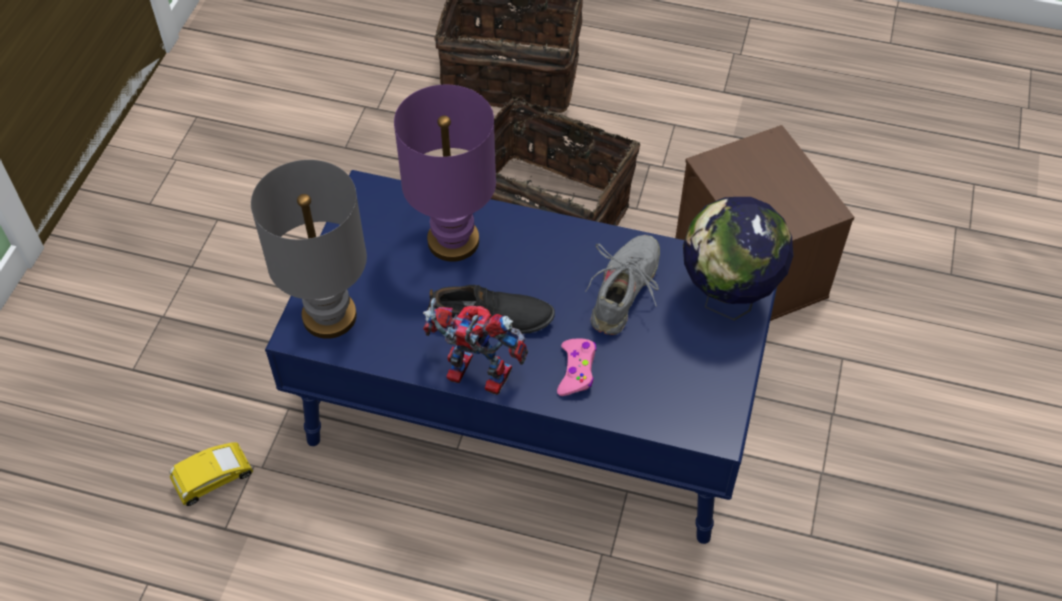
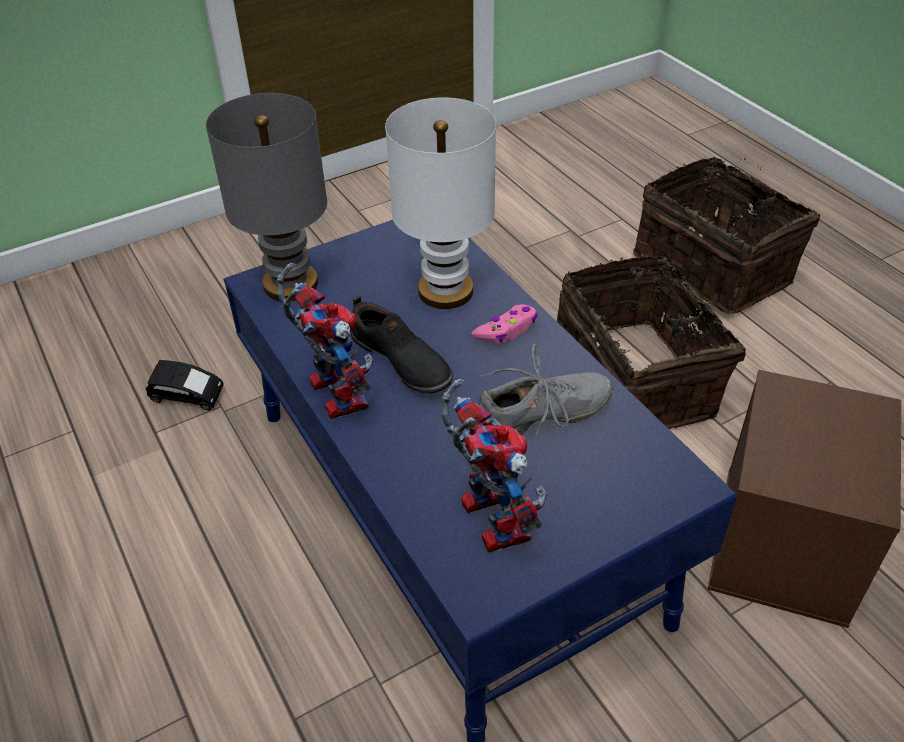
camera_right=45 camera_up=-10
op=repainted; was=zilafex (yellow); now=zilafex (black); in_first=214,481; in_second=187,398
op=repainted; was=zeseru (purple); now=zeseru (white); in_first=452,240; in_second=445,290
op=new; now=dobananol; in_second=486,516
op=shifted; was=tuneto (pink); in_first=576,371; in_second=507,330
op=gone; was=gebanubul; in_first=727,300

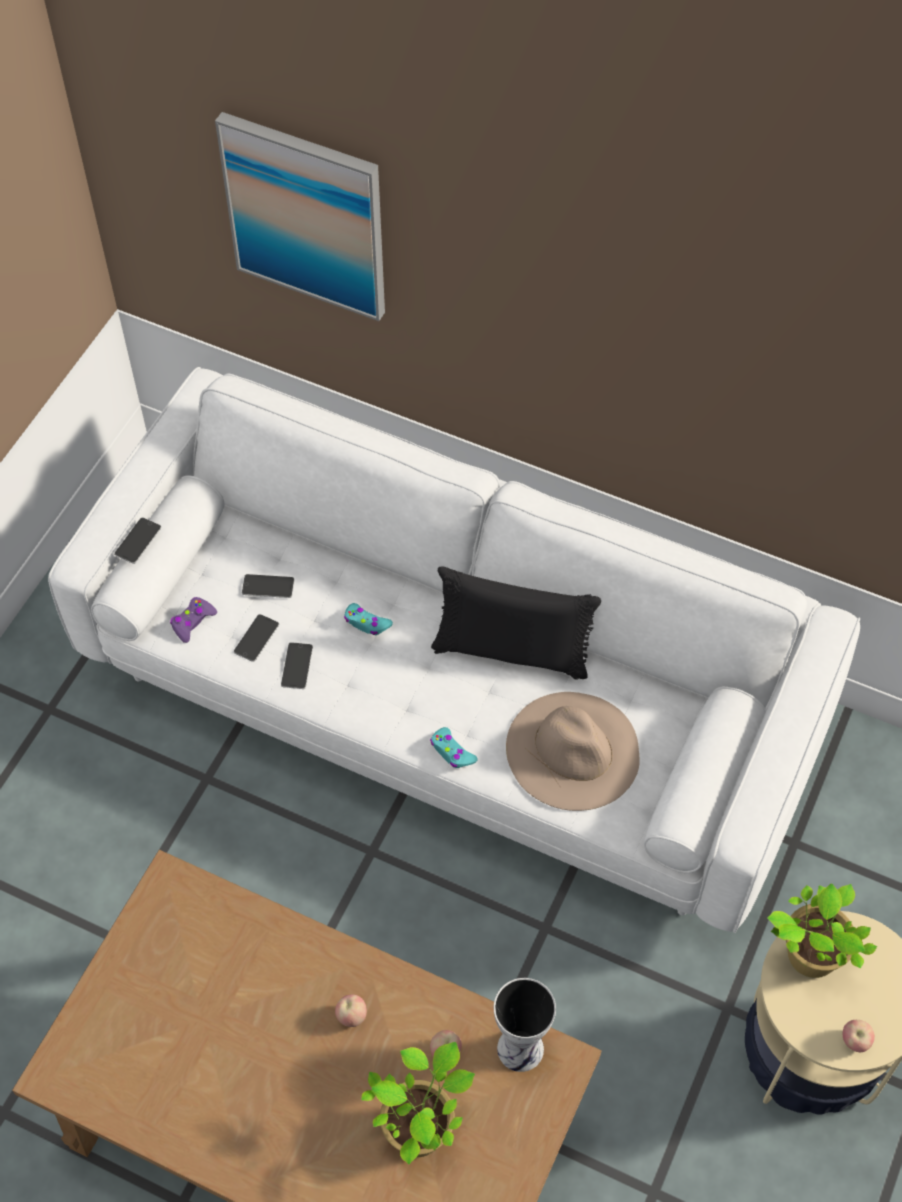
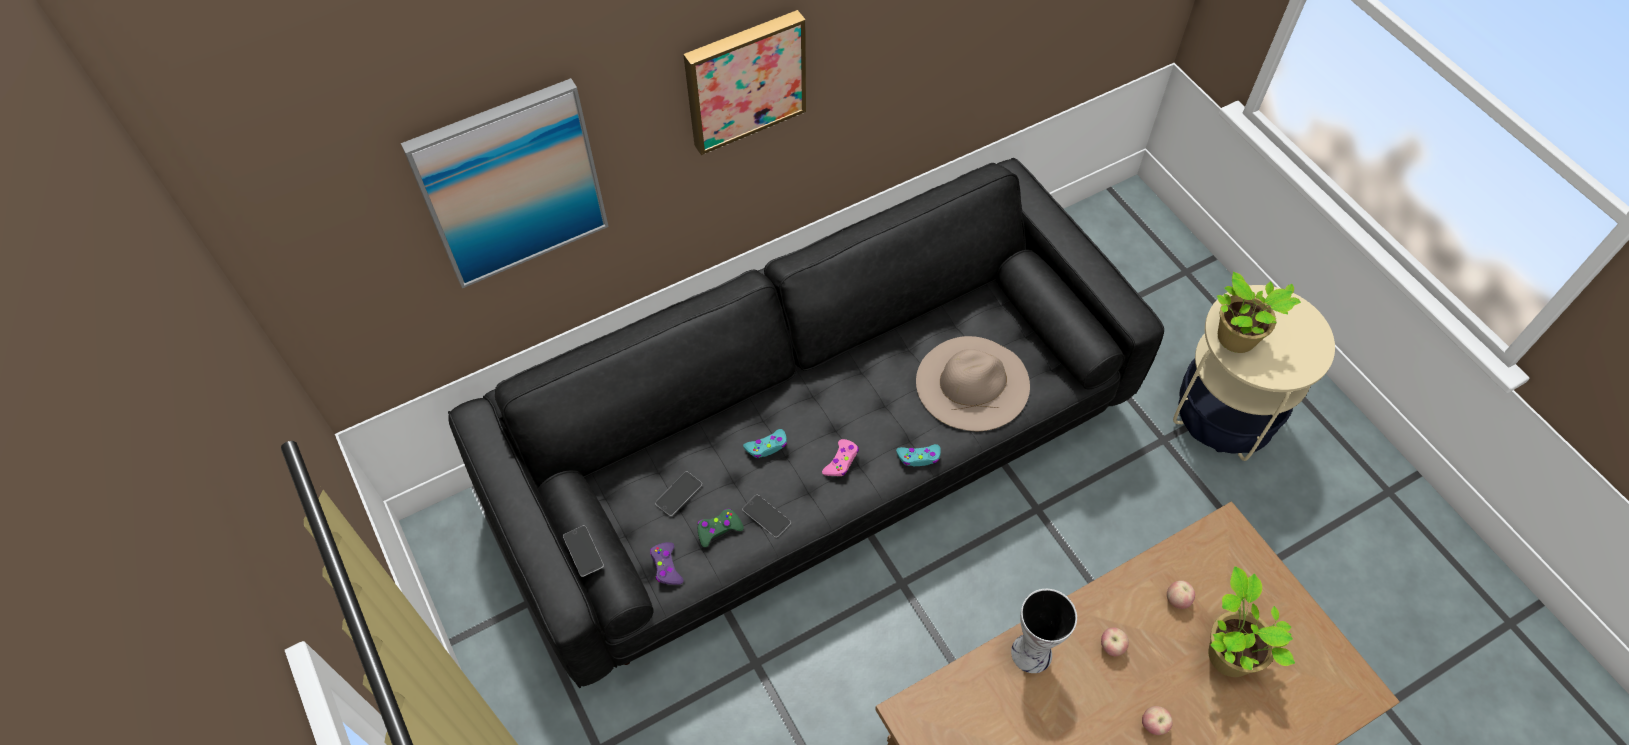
camera_right=-55 camera_up=0
op=repainted; was=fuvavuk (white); now=fuvavuk (black); in_first=452,696; in_second=814,454
op=new; now=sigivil; in_second=744,79
op=swapped; was=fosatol; now=tuneto (green); in_first=256,638; in_second=718,529
op=new; now=tuneto (pink); in_second=841,461
op=shifted; was=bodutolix; in_first=522,1047; in_second=1031,651
op=shifted; was=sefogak; in_first=855,1041; in_second=1153,725
op=gone; was=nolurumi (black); in_first=512,650

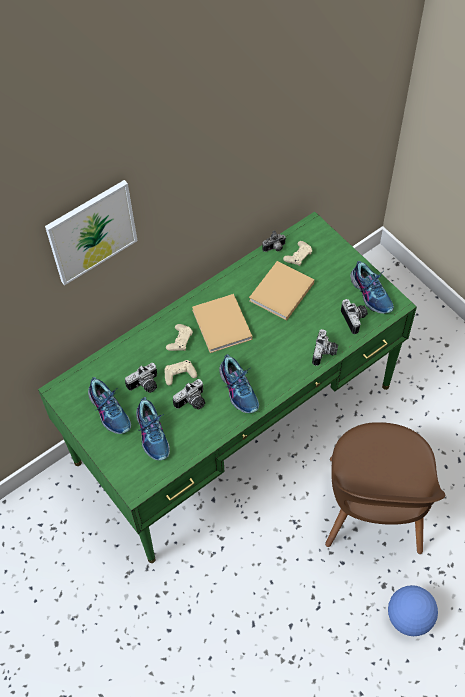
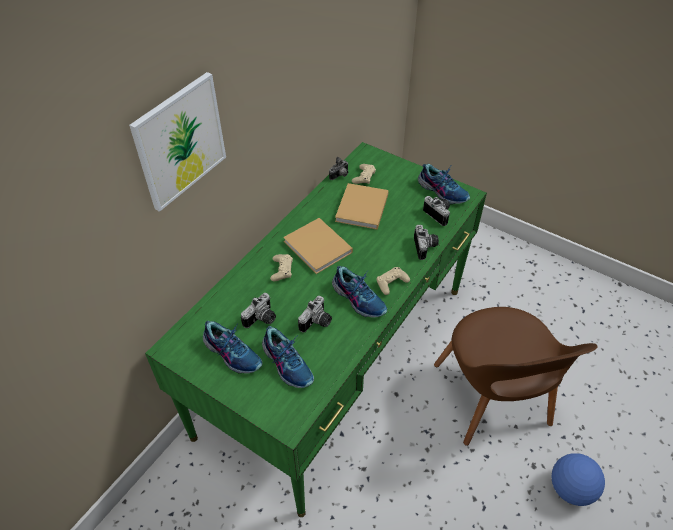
camera_right=-20 camera_up=-10
op=shifted; was=tuneto (beige); in_first=179,374; in_second=391,283

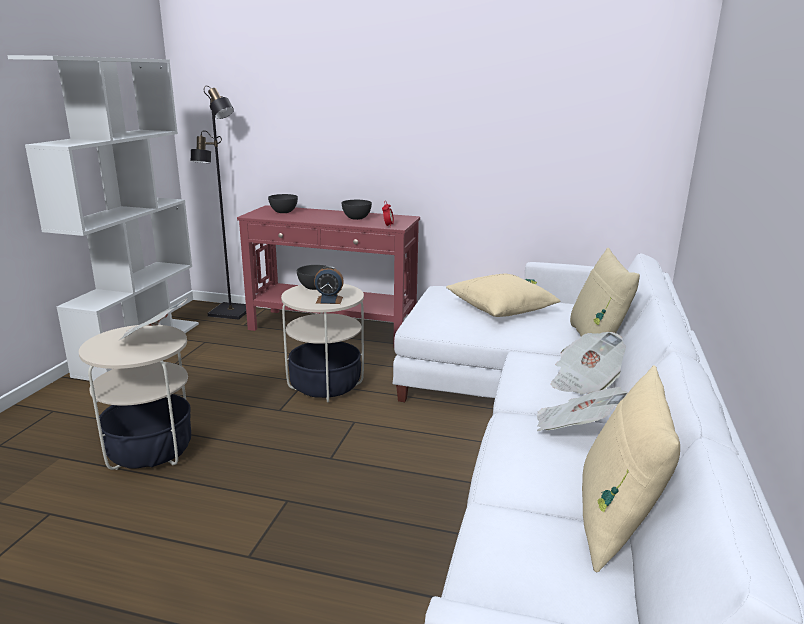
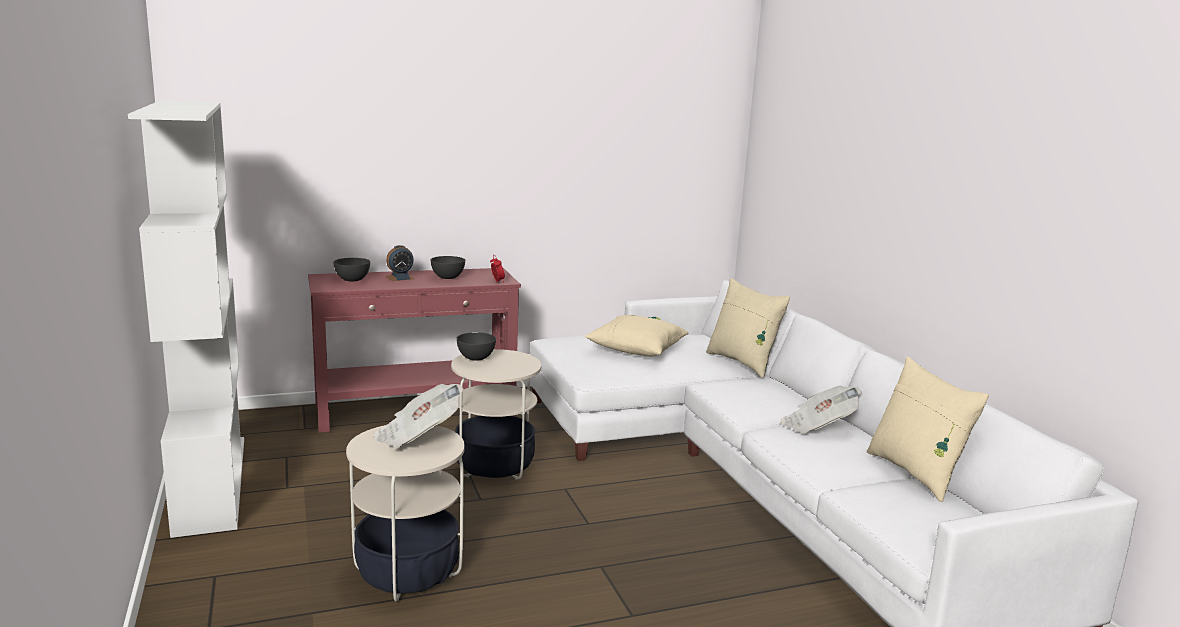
camera_right=-35 camera_up=-5
op=shifted; was=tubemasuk; in_first=329,300; in_second=400,278
op=gone; was=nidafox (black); in_first=230,312
op=gone; was=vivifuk; in_first=586,382

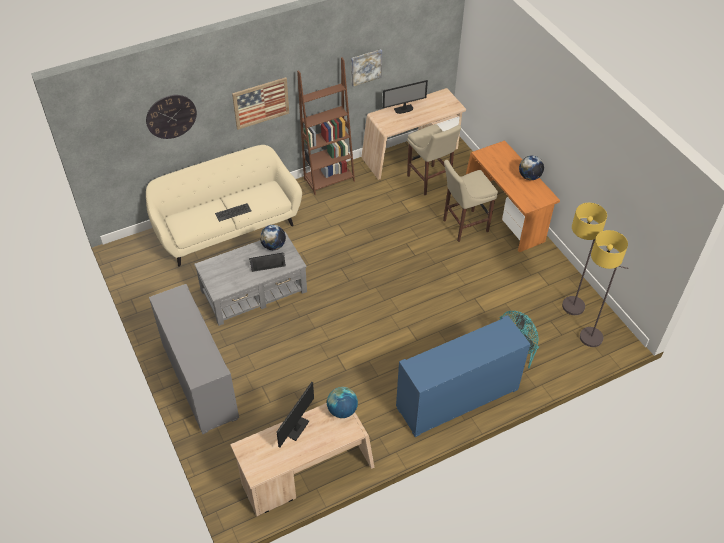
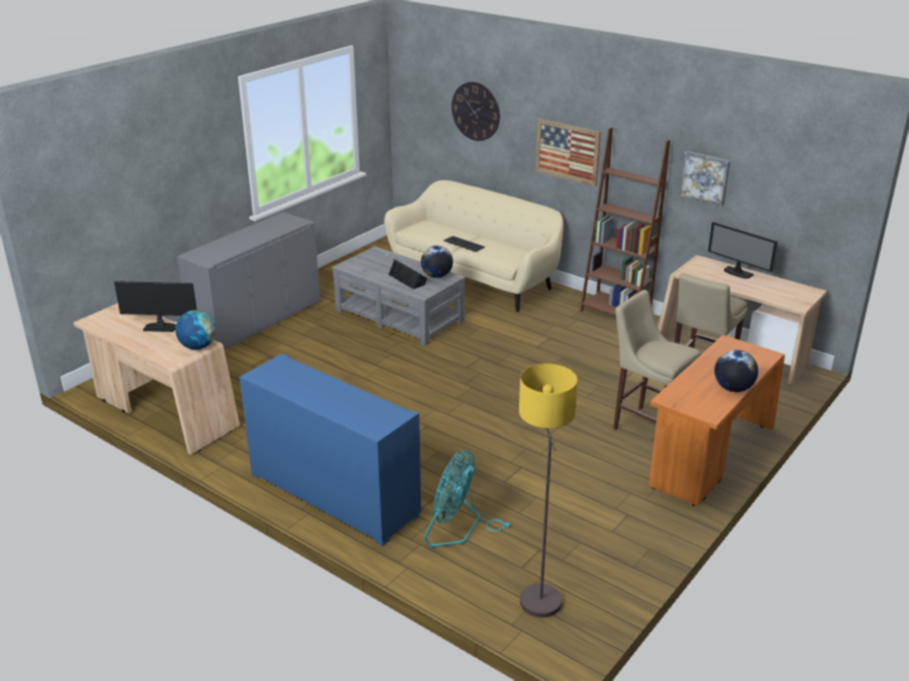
camera_right=65 camera_up=-20
op=gone; was=nidafox (yellow); in_first=566,307

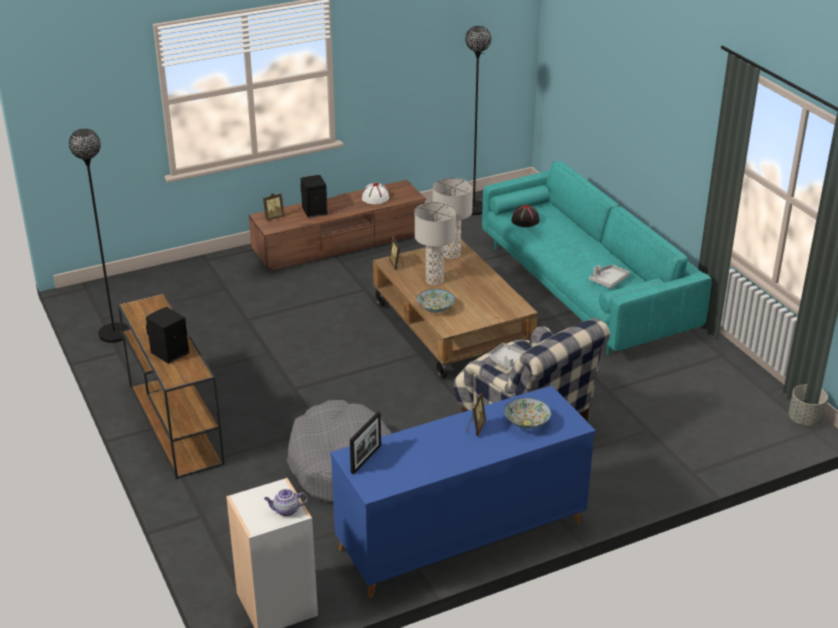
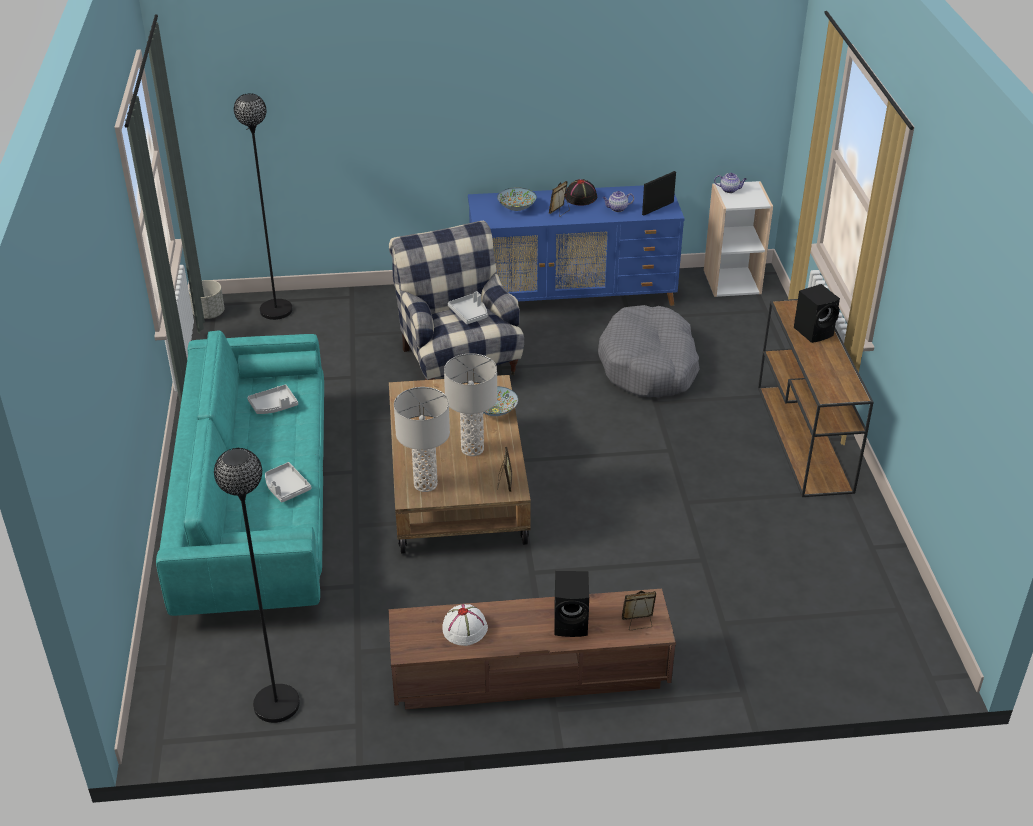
camera_right=-160 camera_up=5
op=shifted; was=nidafox (black); in_first=114,333; in_second=276,310
op=new; now=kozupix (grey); in_second=286,488
op=shifted; was=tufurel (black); in_first=525,221; in_second=581,197
op=new; now=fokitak; in_second=617,209

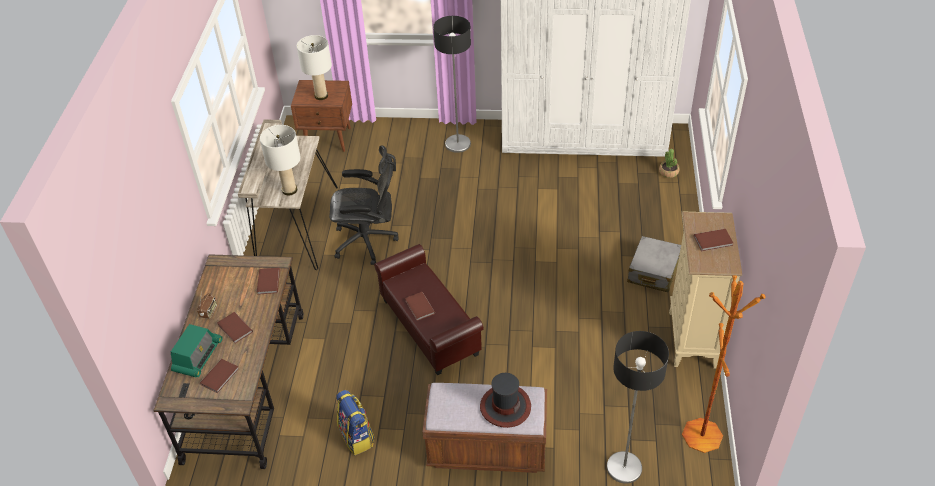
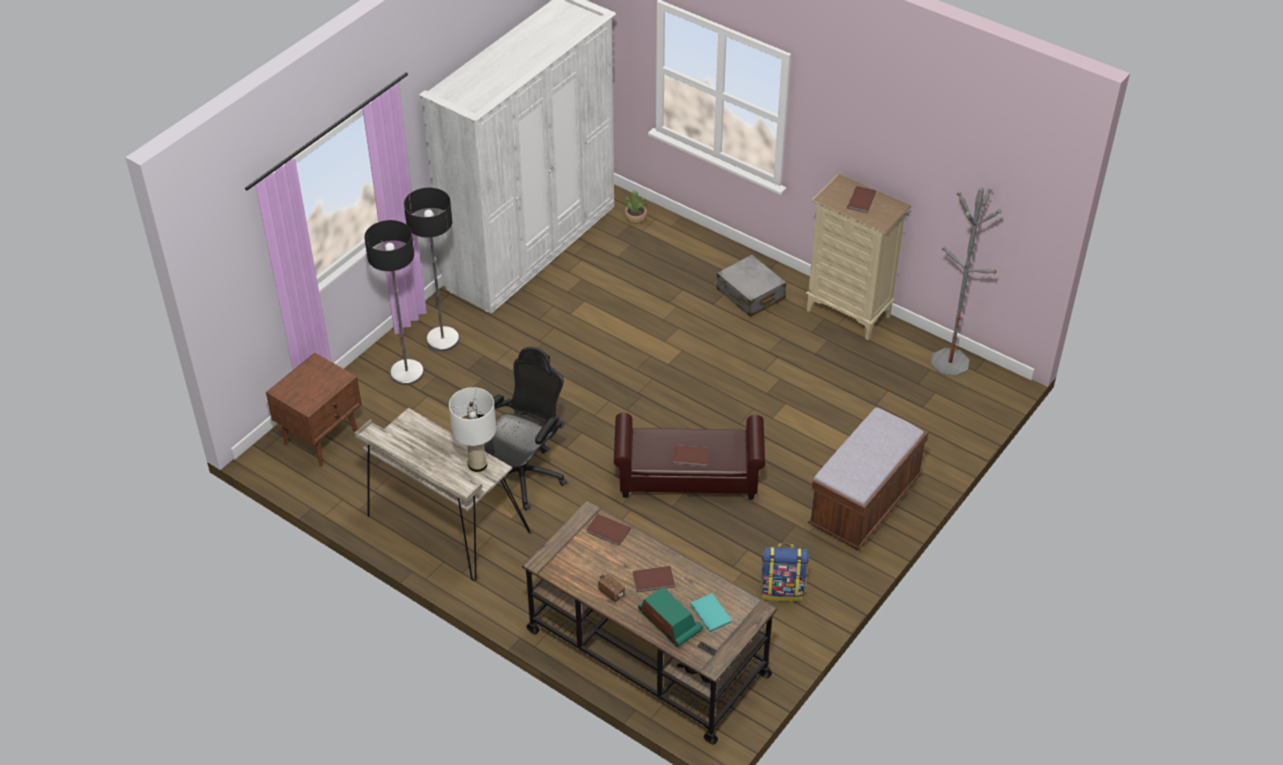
camera_right=-60 camera_up=0
op=shifted; was=nidafox; in_first=624,468; in_second=407,373
op=repainted; was=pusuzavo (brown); now=pusuzavo (turquoise); in_first=220,376; in_second=711,613
op=repainted; was=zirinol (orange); now=zirinol (grey); in_first=702,435; in_second=950,362
op=gone; was=zeseru (white); in_first=321,96
op=gone; was=tufurel; in_first=505,406

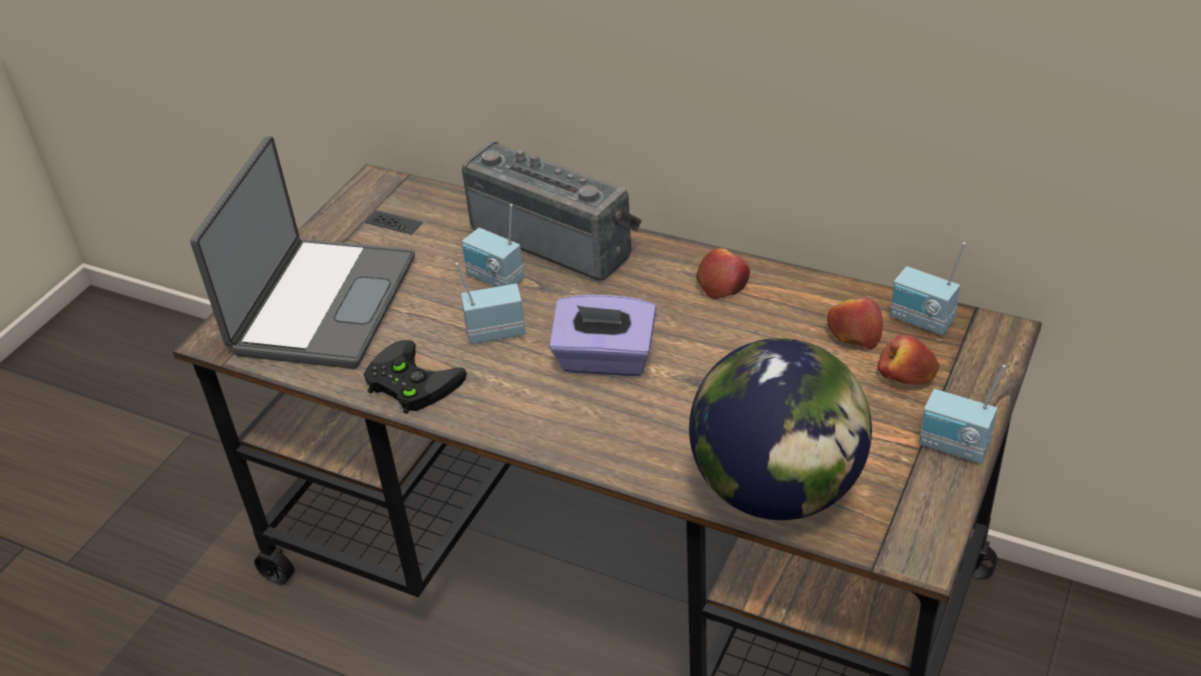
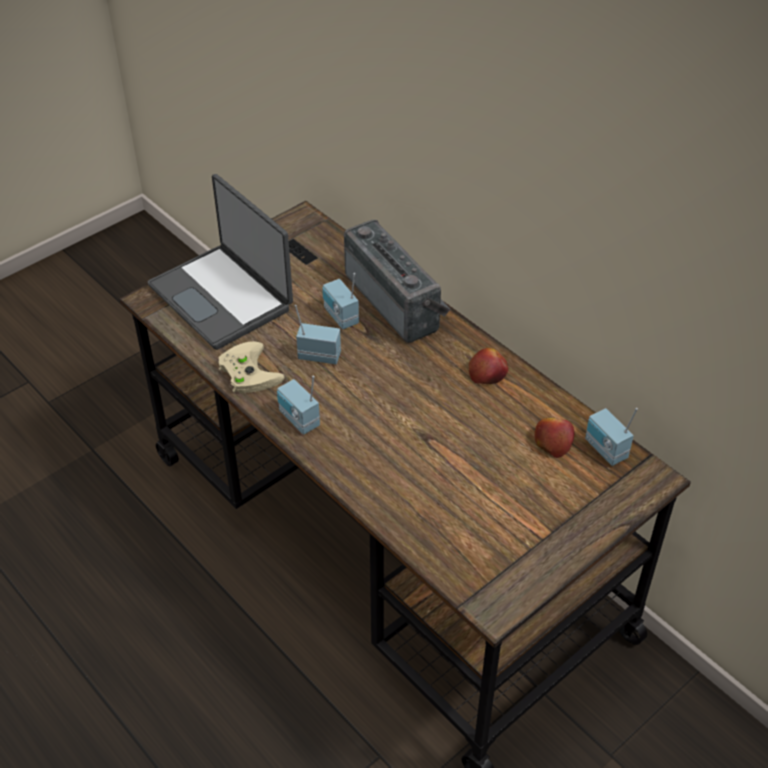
camera_right=20 camera_up=5
op=rotated; was=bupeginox; in_first=321,304; in_second=223,297; clockwise=105
op=repainted; was=tuneto (black); now=tuneto (beige); in_first=408,382; in_second=246,371
op=shifted; was=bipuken; in_first=953,448; in_second=298,420
op=gone; was=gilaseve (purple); in_first=605,360
op=gone; was=gebanubul; in_first=777,490
op=gone; was=sefogak; in_first=906,374

